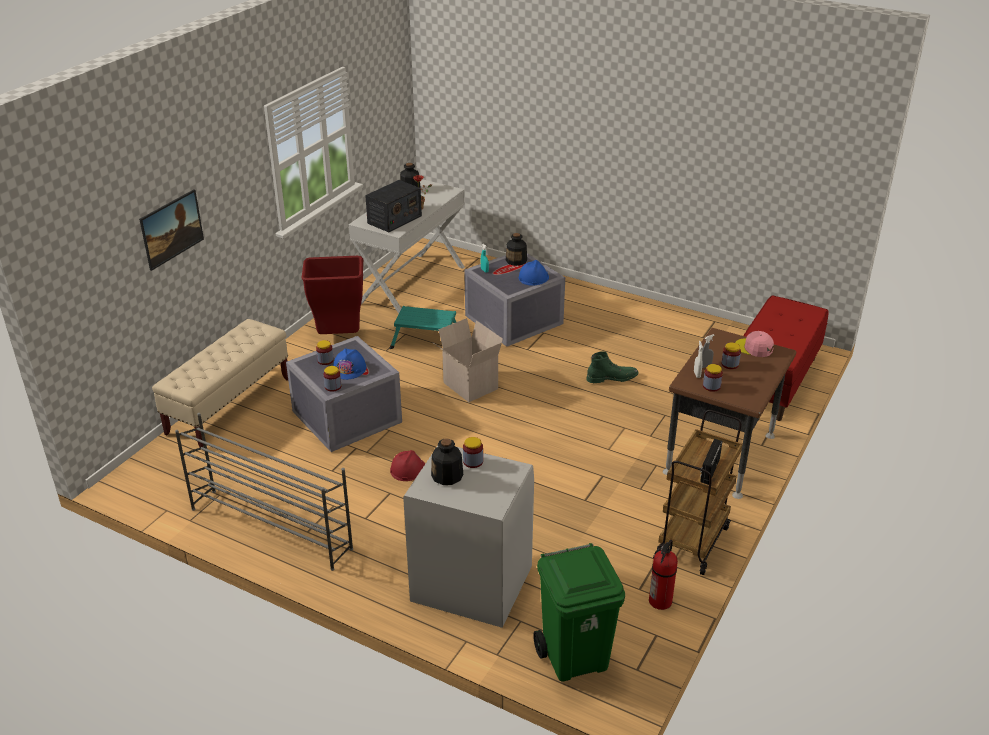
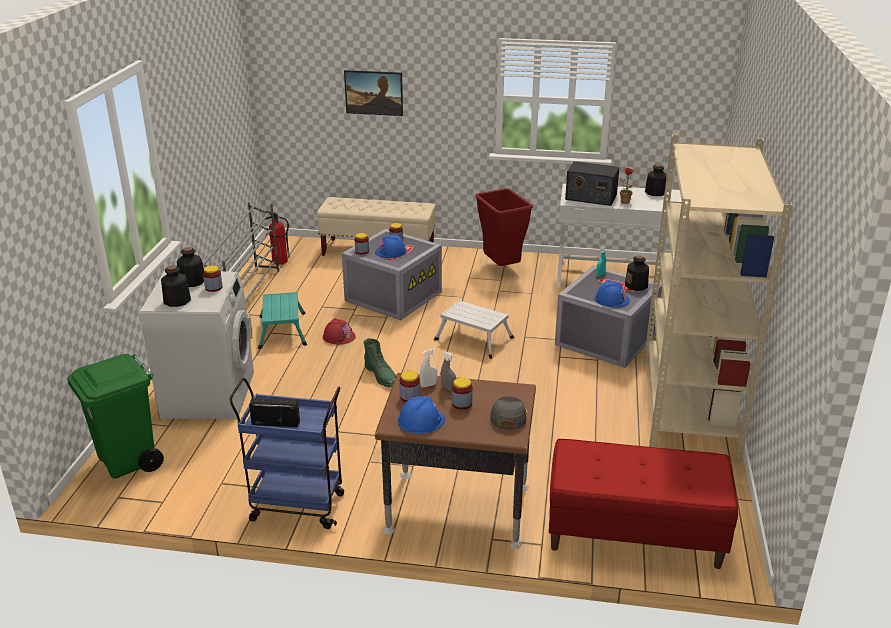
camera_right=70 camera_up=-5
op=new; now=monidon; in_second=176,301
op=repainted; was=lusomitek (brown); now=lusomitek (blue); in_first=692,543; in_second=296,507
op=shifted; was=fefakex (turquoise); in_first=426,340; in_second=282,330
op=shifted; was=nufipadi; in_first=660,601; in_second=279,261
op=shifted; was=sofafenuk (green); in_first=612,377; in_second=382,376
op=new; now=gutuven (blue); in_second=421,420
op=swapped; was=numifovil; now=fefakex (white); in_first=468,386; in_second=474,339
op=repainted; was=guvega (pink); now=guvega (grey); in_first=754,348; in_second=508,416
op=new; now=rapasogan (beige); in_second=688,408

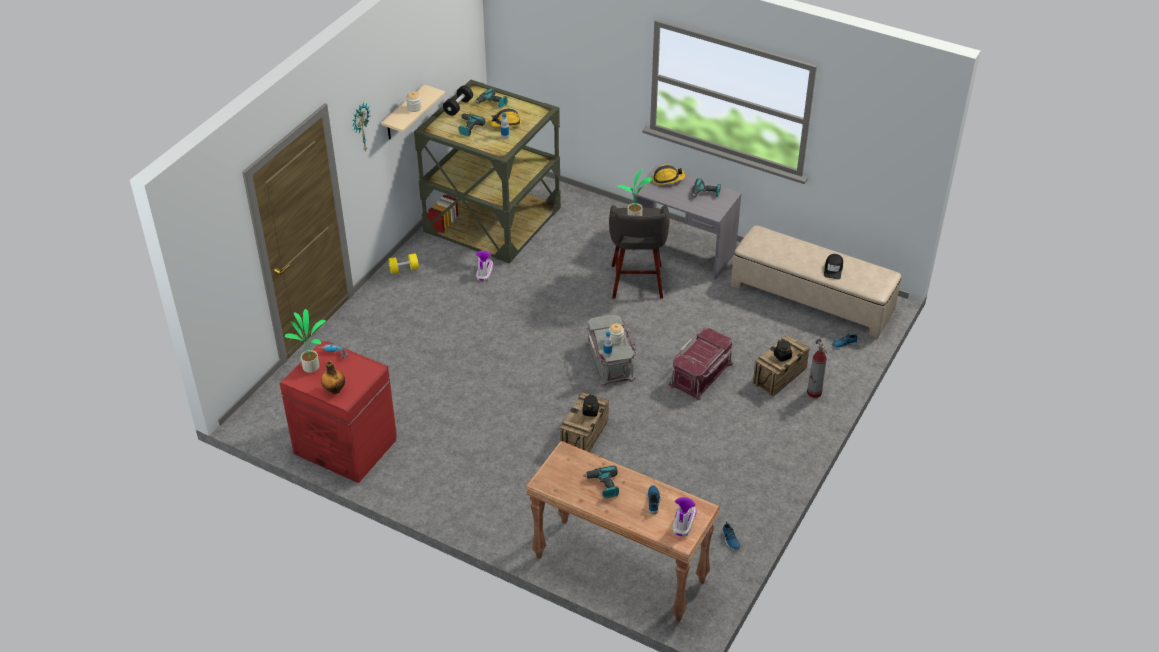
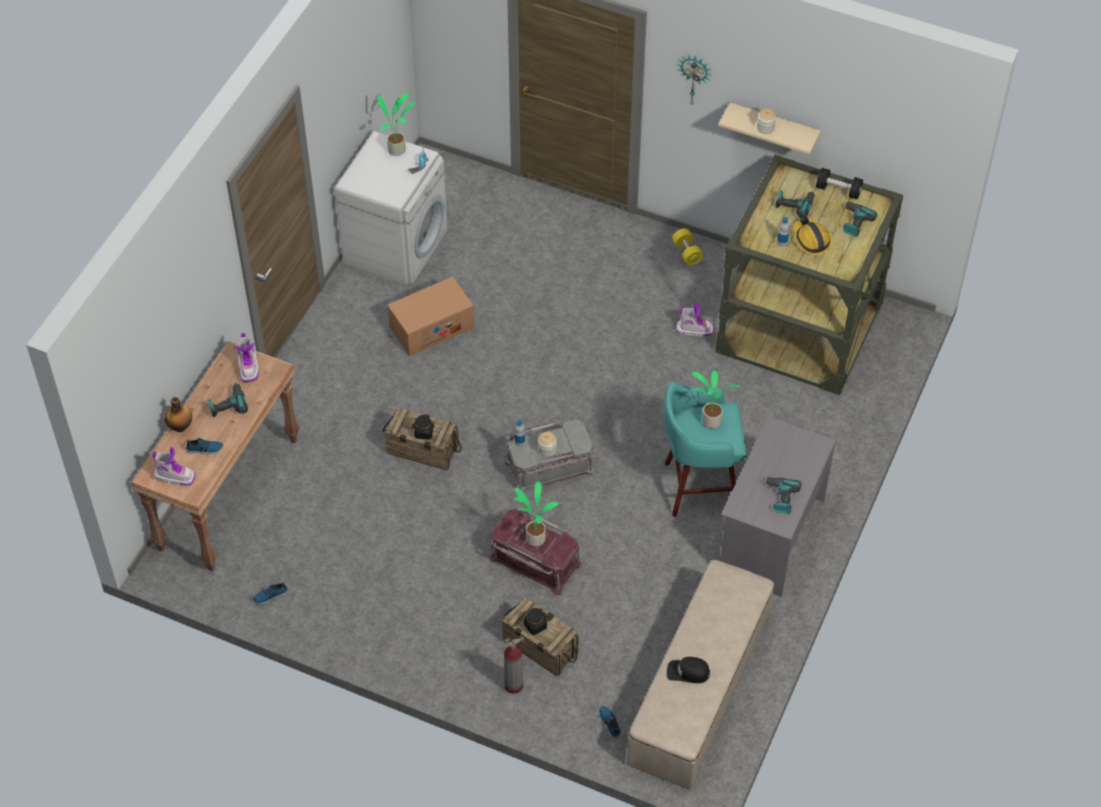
camera_right=85 camera_up=10
op=shifted; was=monidon; in_first=334,390; in_second=181,426
op=new; now=sofafenuk; in_second=248,367
op=repainted; was=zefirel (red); now=zefirel (white); in_first=346,444; in_second=398,244
op=new; now=numifovil; in_second=431,327
op=new; now=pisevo; in_second=534,538
op=repainted; was=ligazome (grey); now=ligazome (turquoise); in_first=636,283; in_second=698,487
op=gone; was=gutuven; in_first=667,179

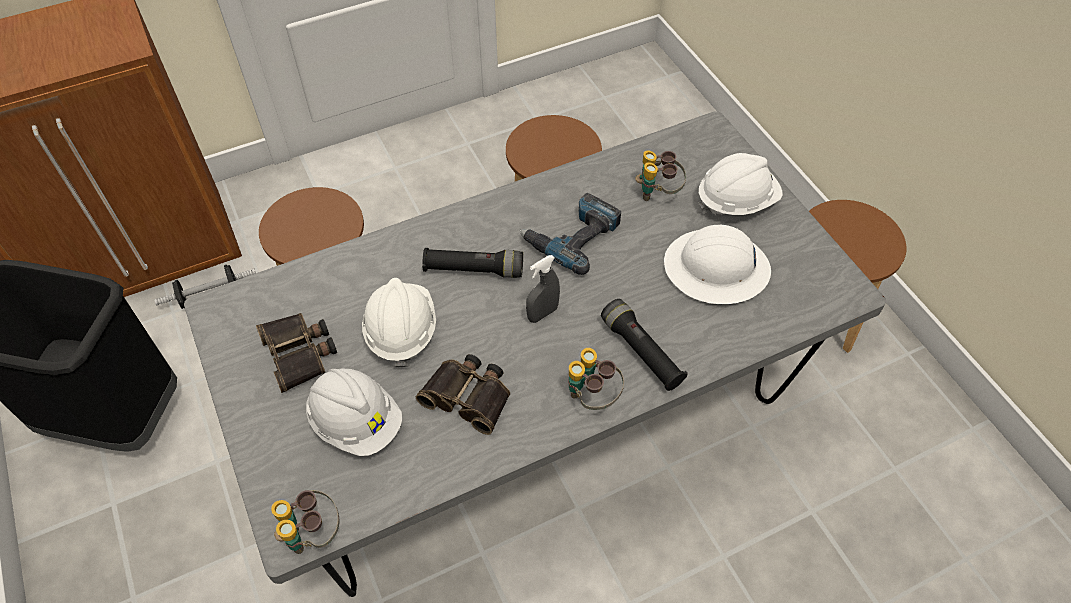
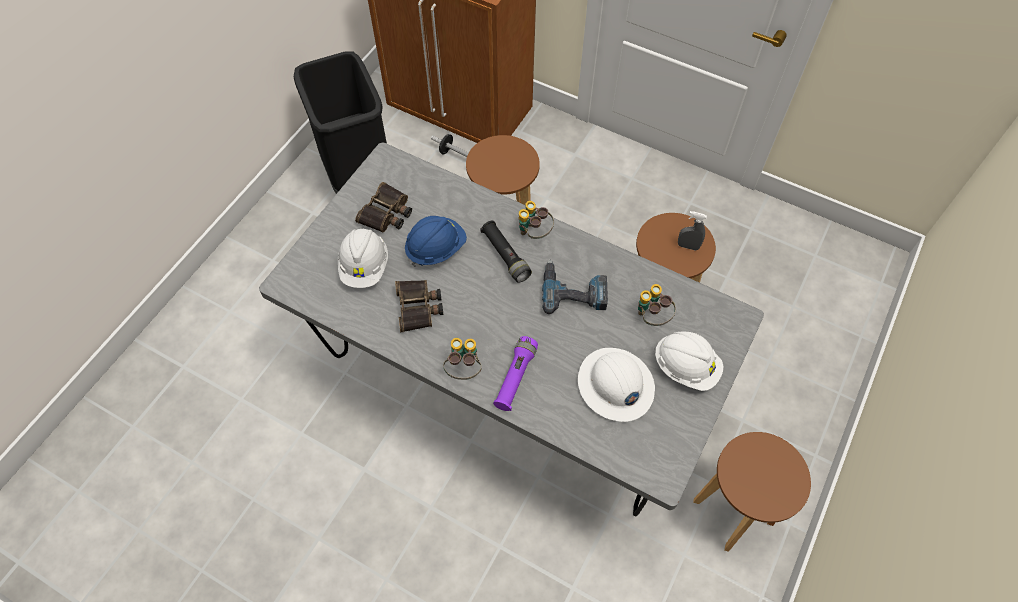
camera_right=55 camera_up=5
op=repainted; was=gutuven (white); now=gutuven (blue); in_first=401,331; in_second=436,249
op=repainted; was=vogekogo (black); now=vogekogo (purple); in_first=641,352; in_second=515,377
op=shifted; was=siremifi; in_first=312,534; in_second=534,233
op=shifted; was=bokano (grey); in_first=542,314; in_second=688,246

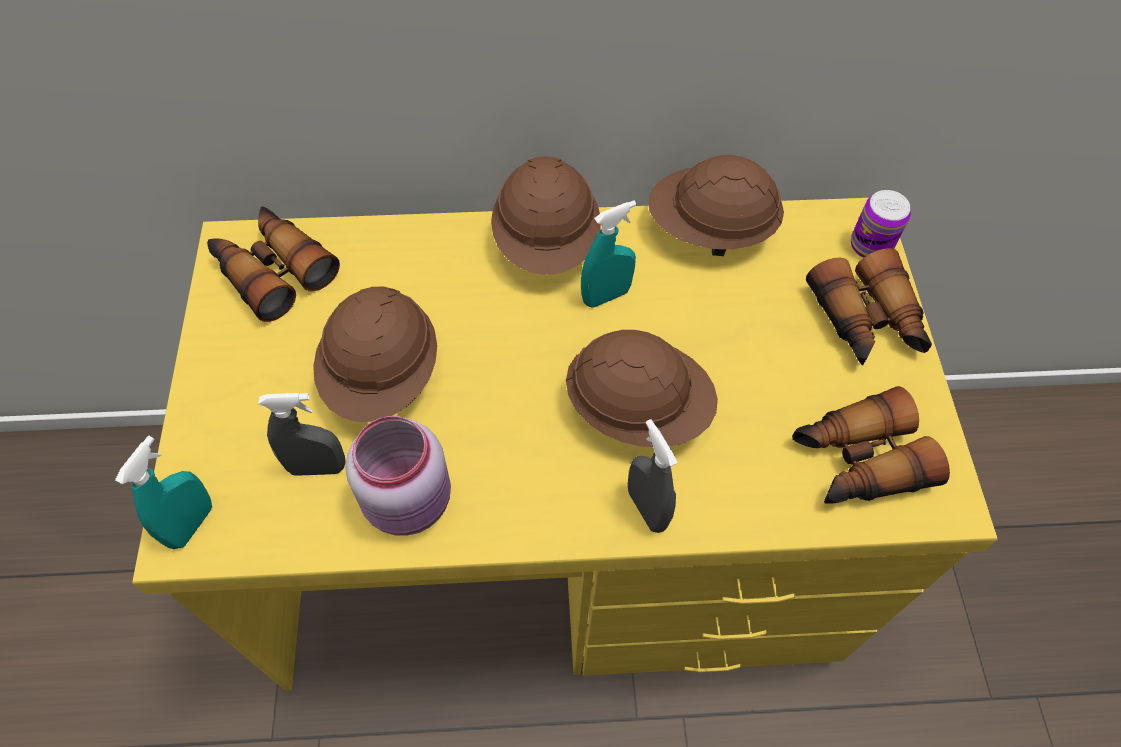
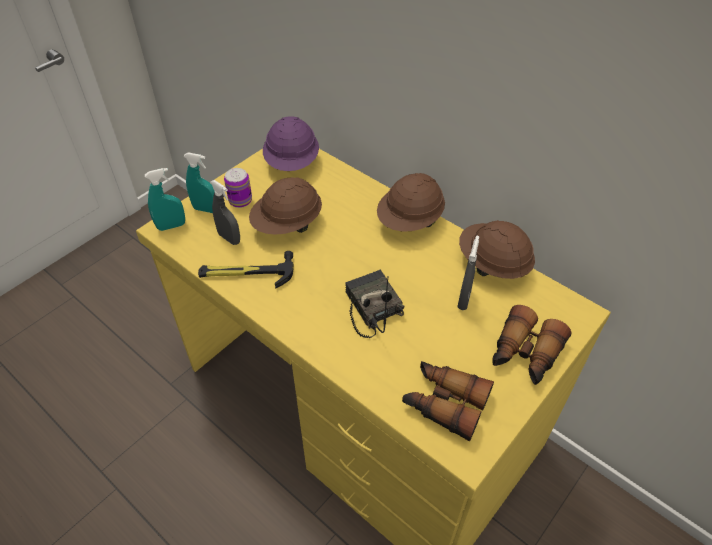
camera_right=45 camera_up=-10
op=shifted; was=bokano (turquoise); in_first=606,296; in_second=206,209
op=swapped; was=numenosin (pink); now=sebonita; in_first=411,501; in_second=246,273
op=shifted; was=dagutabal; in_first=870,246; in_second=240,200
op=swapped; was=siremifi; now=gutuven (purple); in_first=273,270; in_second=292,163
op=swapped; was=gutuven (brown); now=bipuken; in_first=638,409; in_second=370,308
op=shifted; was=bokano (grey); in_first=647,509; in_second=464,299

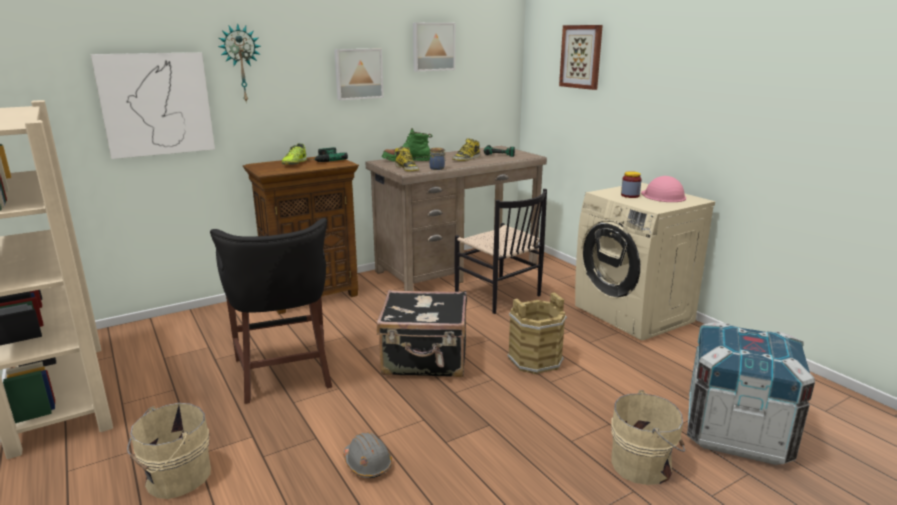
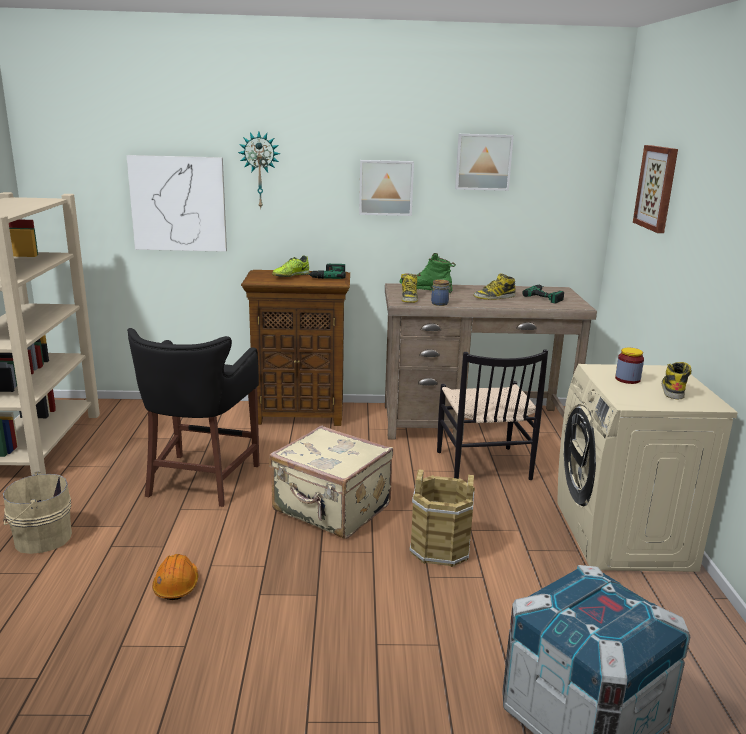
camera_right=30 camera_up=0
op=repainted; was=gutuven (grey); now=gutuven (orange); in_first=367,463; in_second=176,585
op=repainted; was=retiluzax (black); now=retiluzax (beige); in_first=425,360; in_second=331,509
op=swapped; was=gutuven (pink); now=sofafenuk; in_first=663,196; in_second=673,389
op=gone; was=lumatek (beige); in_first=644,464

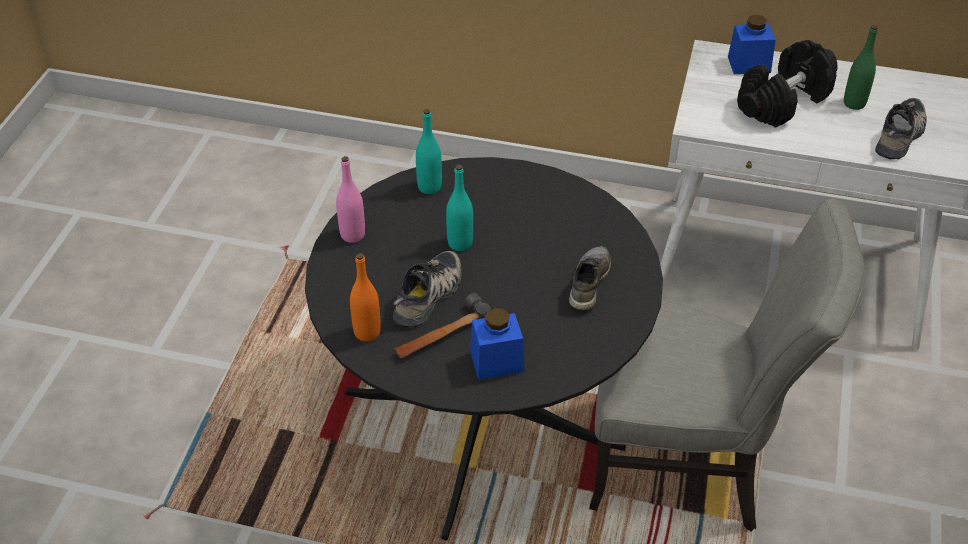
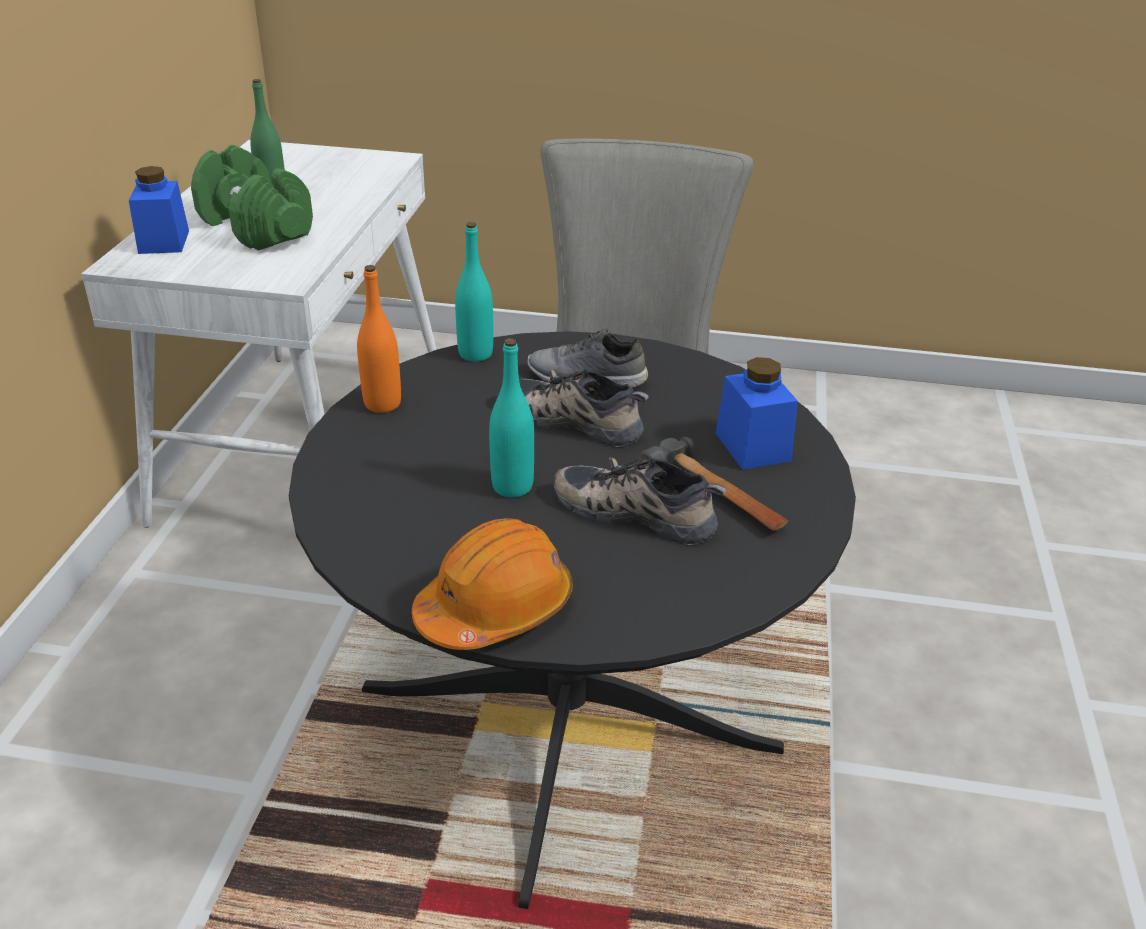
camera_right=-95 camera_up=-10
op=repainted; was=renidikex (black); now=renidikex (green); in_first=783,101; in_second=254,227
op=shifted; was=monidon (orange); in_first=367,332; in_second=382,404
op=swapped; was=monidon (pink); now=gutuven (orange); in_first=352,235; in_second=495,608
op=shifted; was=monidon (turquoise); in_first=429,187; in_second=475,354
op=shifted; was=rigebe; in_first=901,135; in_second=575,419

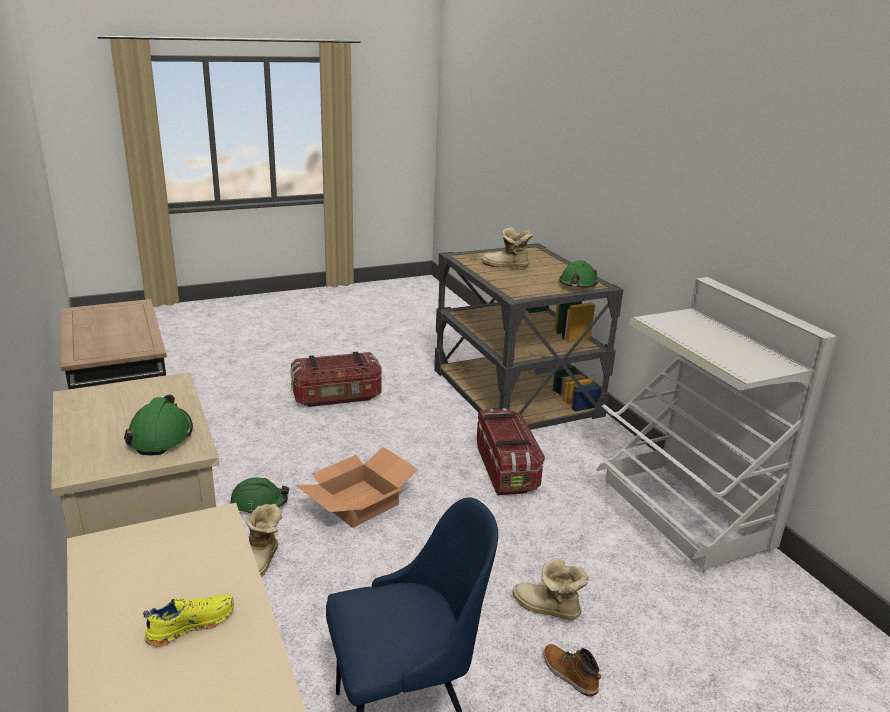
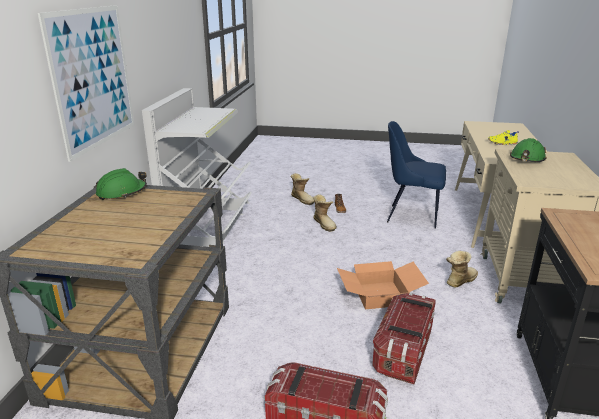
camera_right=-145 camera_up=0
op=new; now=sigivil; in_second=93,78
op=shifted; was=sofafenuk; in_first=506,266; in_second=302,199
op=shifted; was=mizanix; in_first=506,468; in_second=403,351
op=gone; was=gutuven (green); in_first=259,503

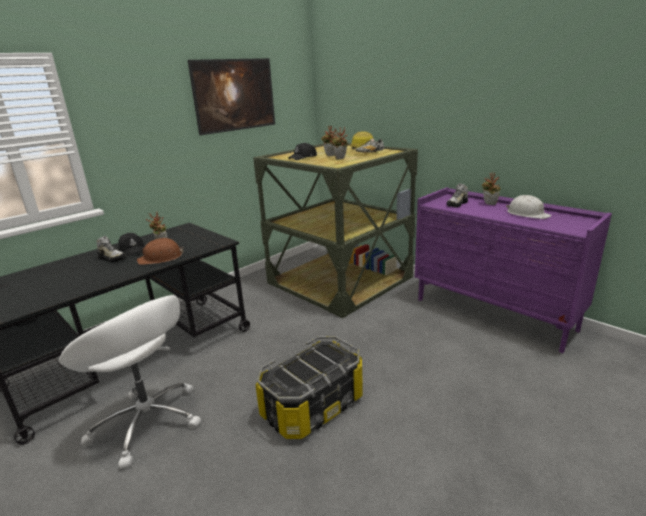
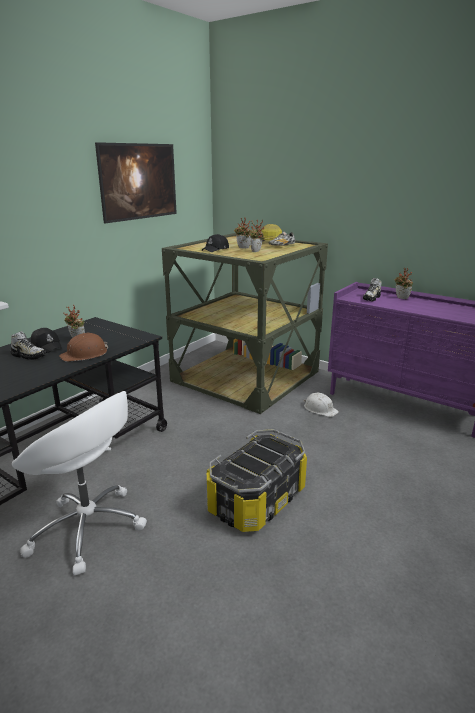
camera_right=-10 camera_up=0
op=shifted; was=gutuven (white); in_first=527,214; in_second=320,409

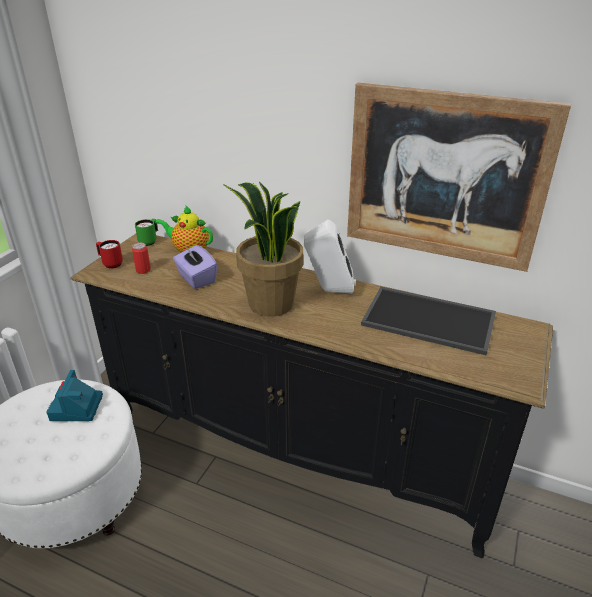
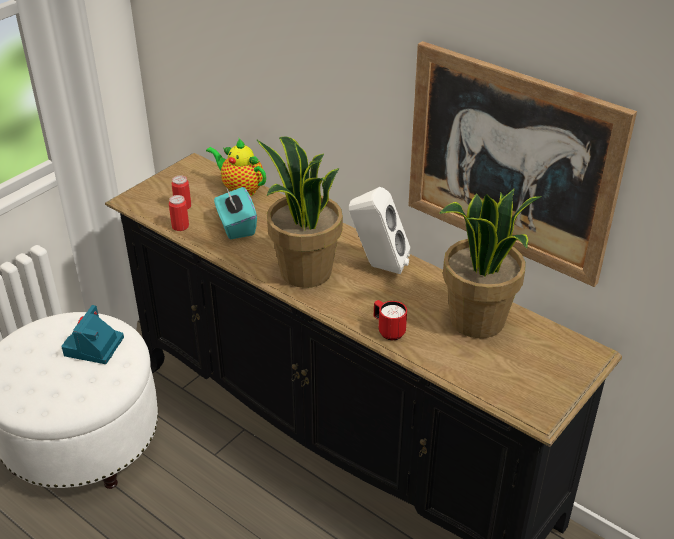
camera_right=15 camera_up=5
op=new; now=dagutabal; in_second=180,226
op=repainted; was=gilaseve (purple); now=gilaseve (turquoise); in_first=196,278; in_second=236,226
op=shifted; was=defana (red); in_first=110,263; in_second=388,331
op=swapped; was=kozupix; now=pisevo; in_first=430,319; in_second=477,321
op=gone; was=defana (green); in_first=149,241

